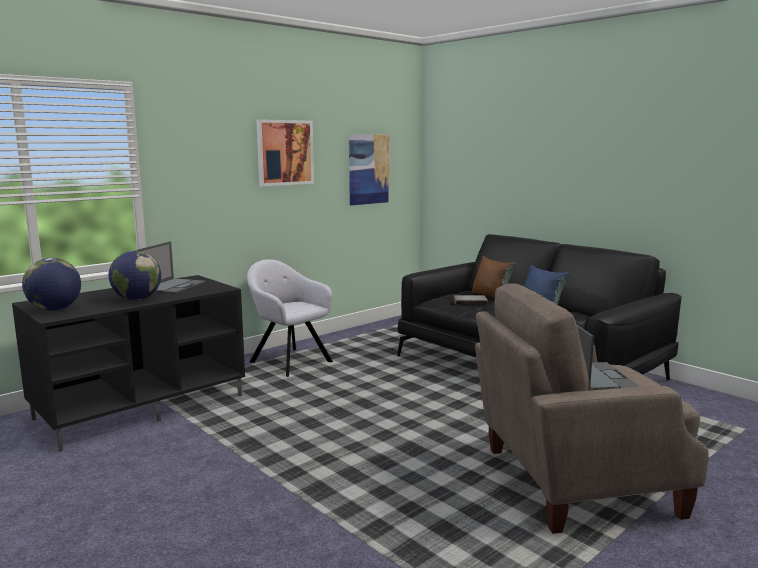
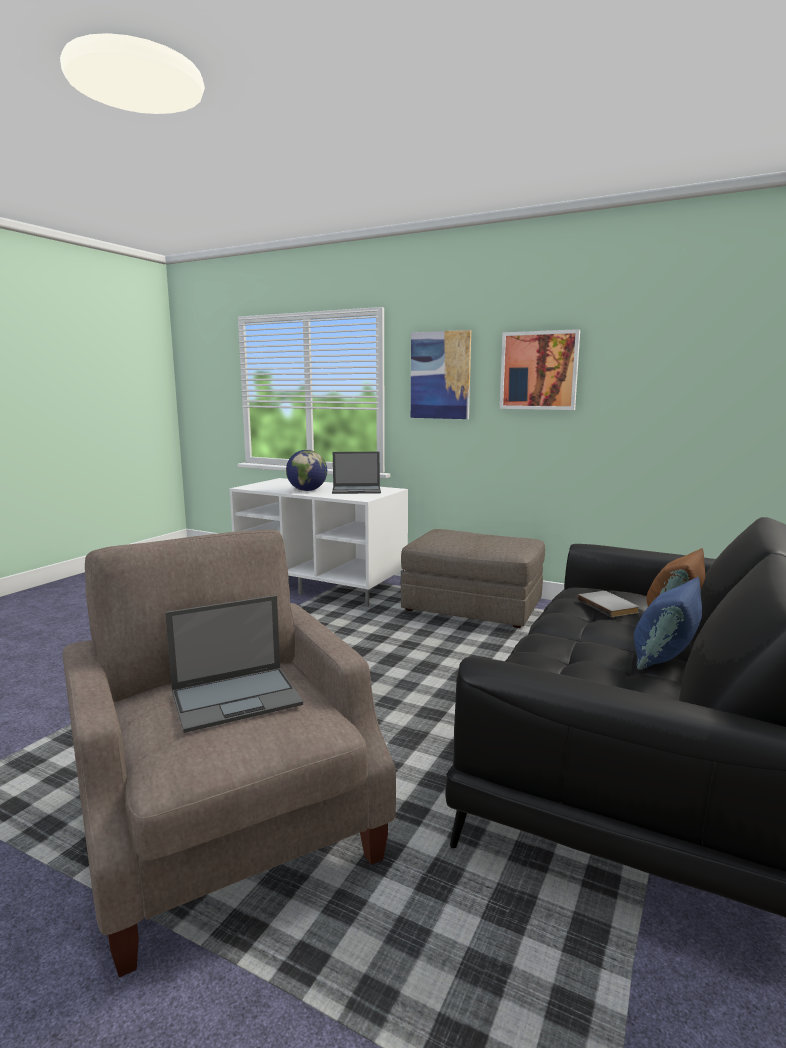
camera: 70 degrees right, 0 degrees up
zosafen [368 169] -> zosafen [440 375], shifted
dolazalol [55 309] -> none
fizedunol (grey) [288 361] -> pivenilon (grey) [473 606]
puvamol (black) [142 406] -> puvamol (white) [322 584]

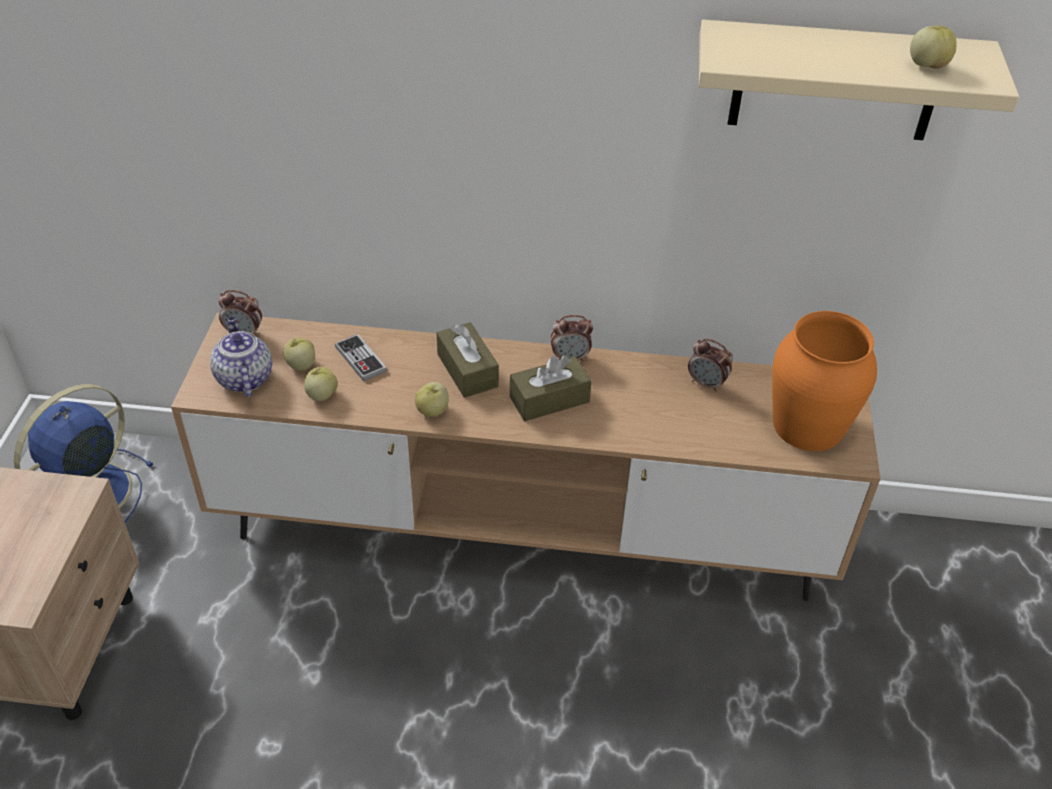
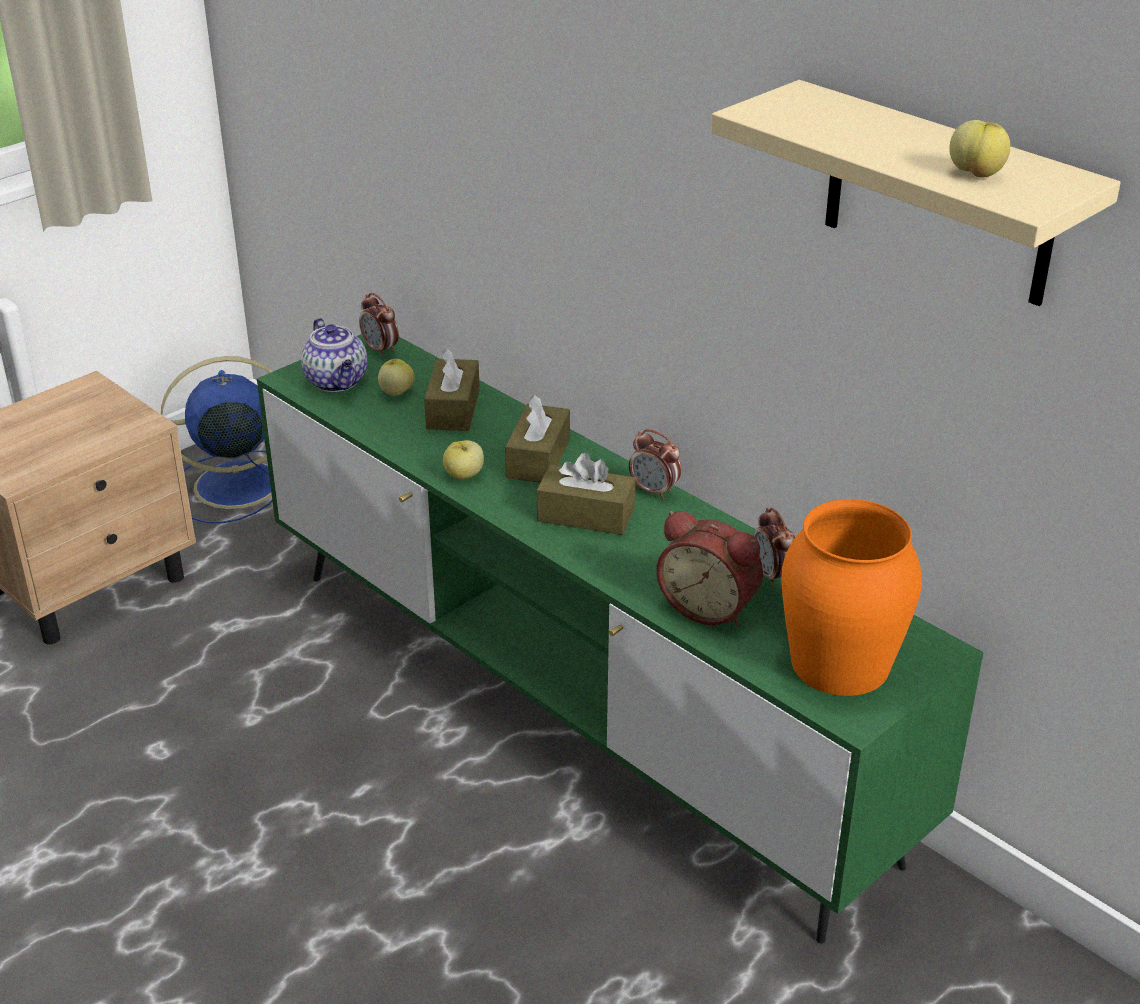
camera: 40 degrees right, 10 degrees down
puvamol (brown) [522 532] -> puvamol (green) [572 707]
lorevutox [244 378] -> lorevutox [337 382], 135 degrees clockwise
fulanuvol [360 359] -> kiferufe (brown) [453 409]
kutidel [321 395] -> none
none -> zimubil [710 607]

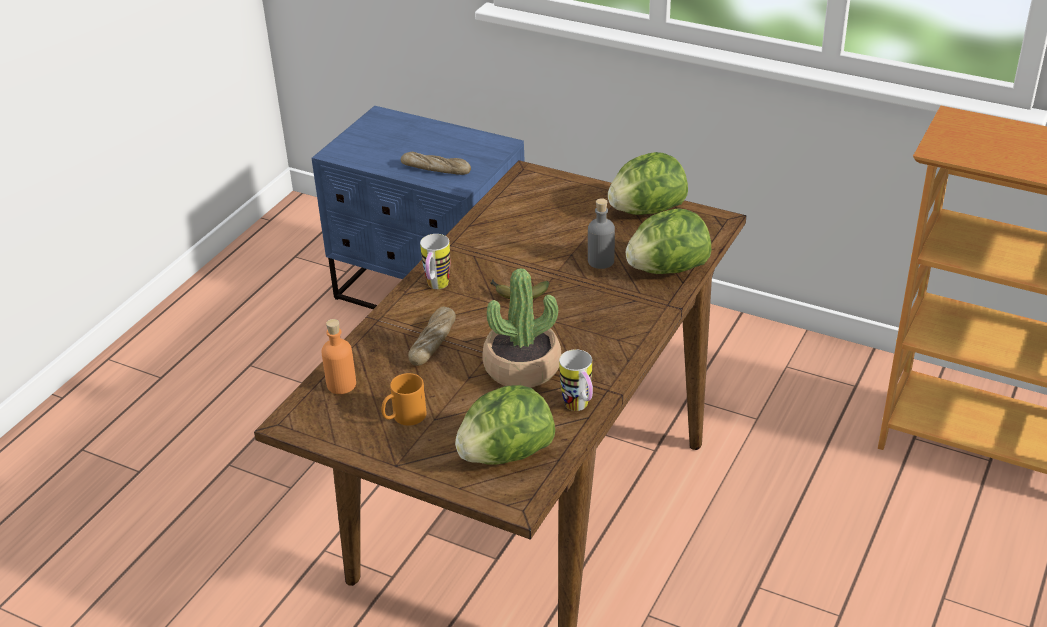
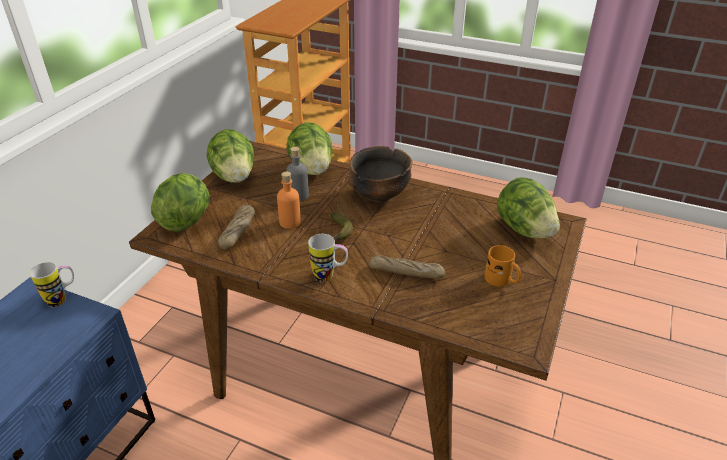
camera: 95 degrees left, 0 degrees up
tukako [436 169] -> tukako [238 231], shifted
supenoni [522 367] -> none
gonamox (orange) [341 384] -> gonamox (orange) [290 222], shifted
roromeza [579 408] -> roromeza [62 299], shifted
none -> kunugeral [379 195]
none -> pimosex [186 220]

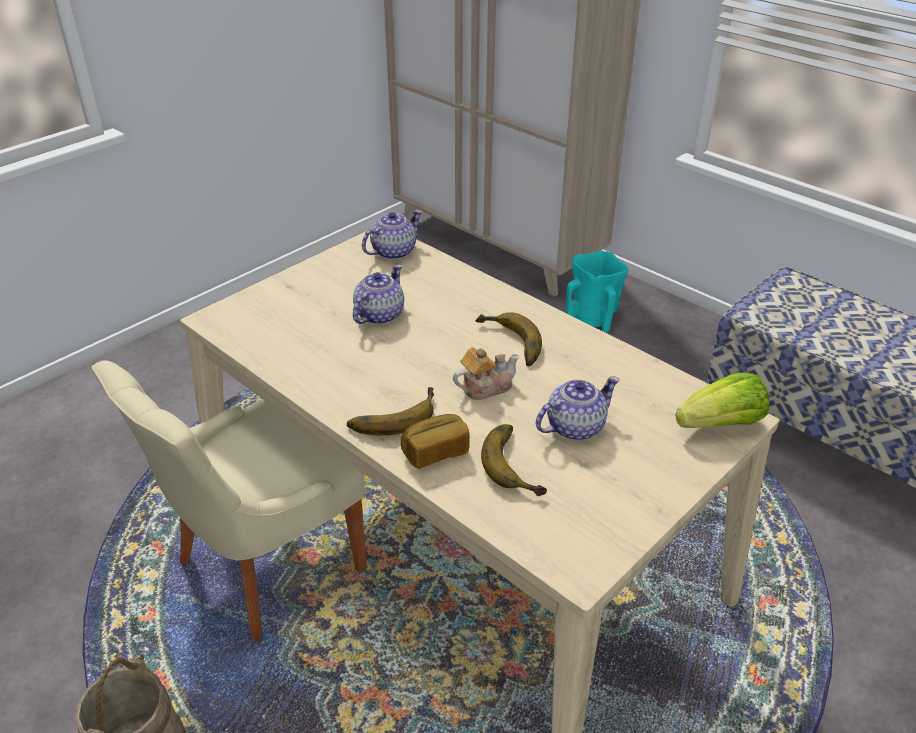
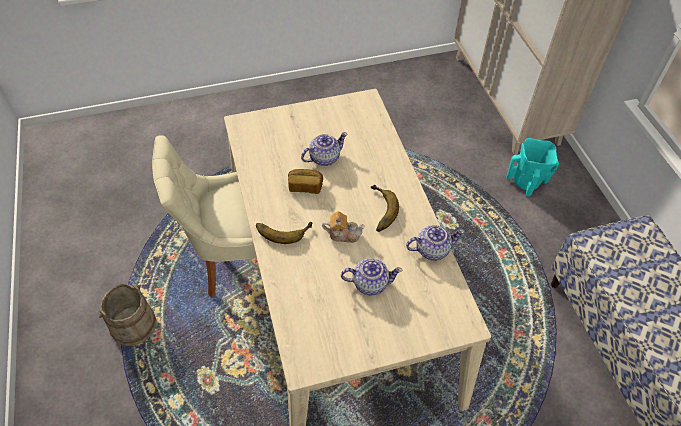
camera: 30 degrees right, 15 degrees up
lorevutox [393 252] -> lorevutox [431 249], shifted
pimosex [721 425] -> none
tukako [435 452] -> tukako [305 186], shifted
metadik [518 463] -> none

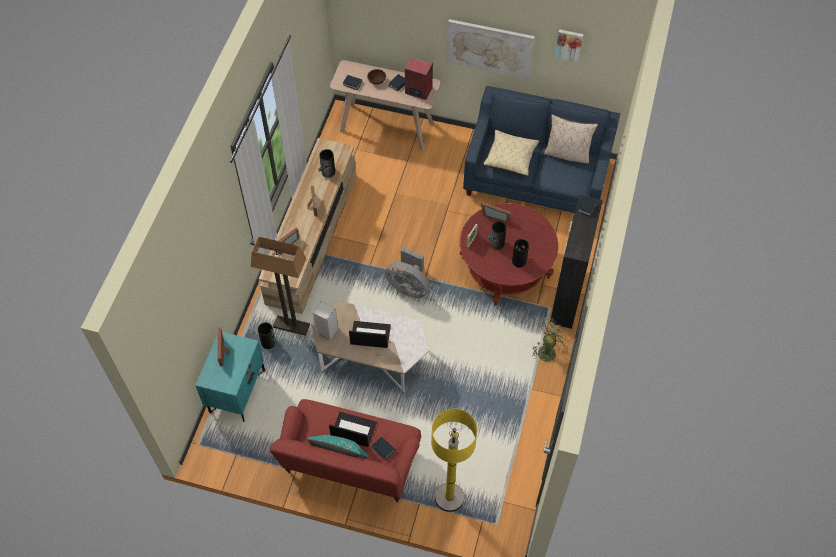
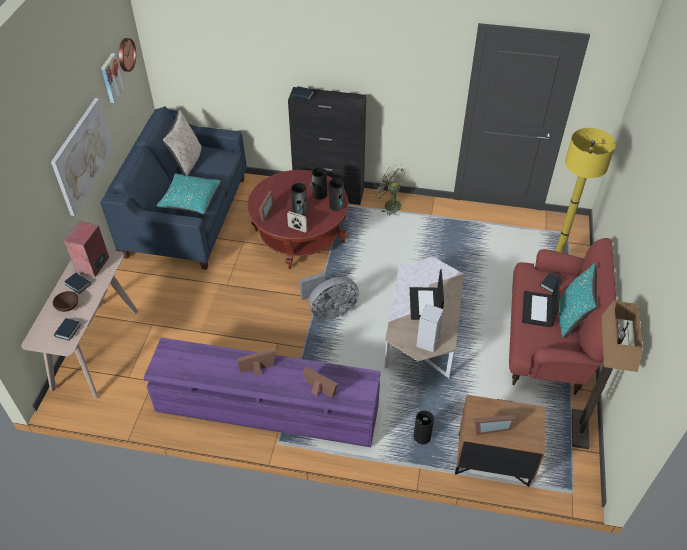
camera: 95 degrees left, 10 degrees down
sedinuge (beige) [510 158] -> sedinuge (turquoise) [191 201]
puvamol (beige) [312 238] -> puvamol (purple) [267 409]
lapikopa [328 172] -> lapikopa [336 205], shifted
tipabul [291 326] -> tipabul [580 430], shifted
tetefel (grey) [408 286] -> tetefel (grey) [329 310], 45 degrees clockwise
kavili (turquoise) [236 390] -> kavili (brown) [492 461]
none -> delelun [125 54]

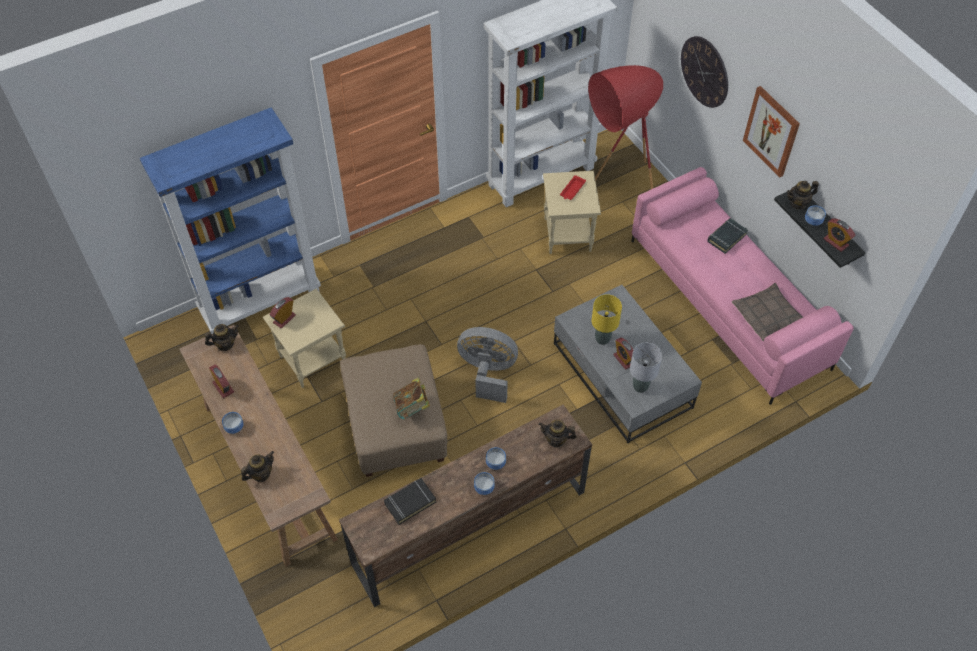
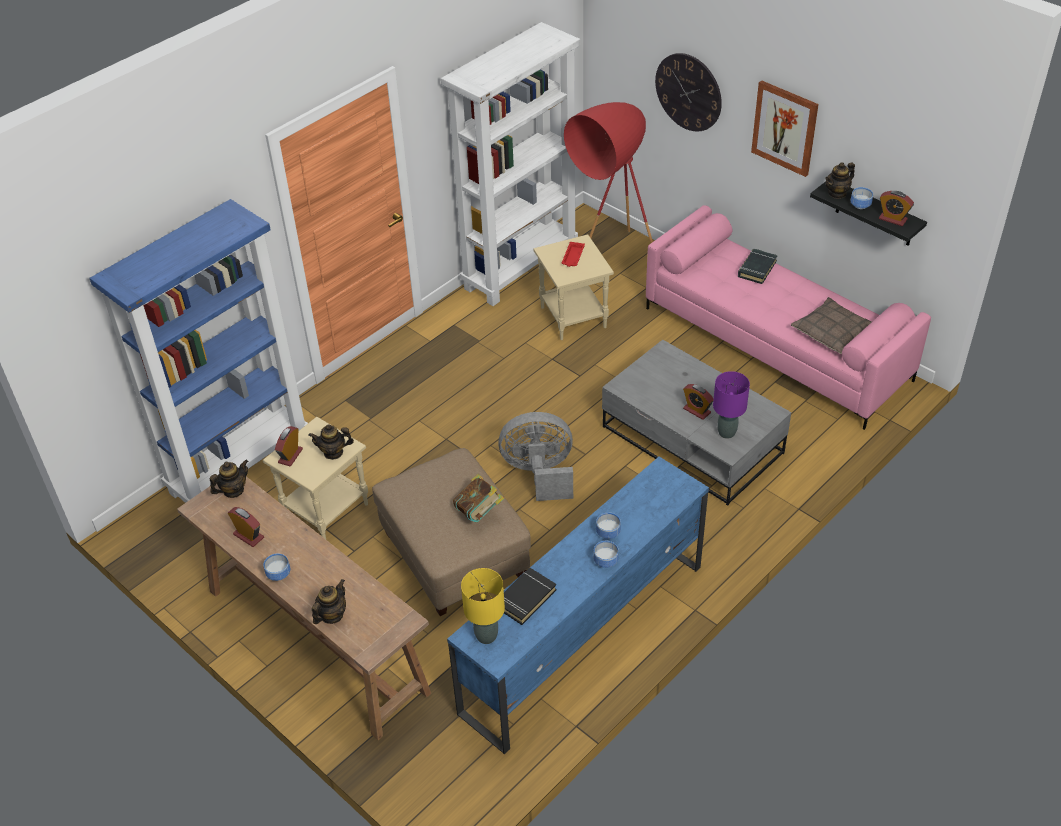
camera: 15 degrees left, 10 degrees down
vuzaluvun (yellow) [602 339] -> vuzaluvun (yellow) [486 636], shifted
vuzaluvun (grey) [640 387] -> vuzaluvun (purple) [727 432]
puvamol (brown) [468 527] -> puvamol (blue) [582 638]
lorevutox [556 440] -> lorevutox [333 452], shifted

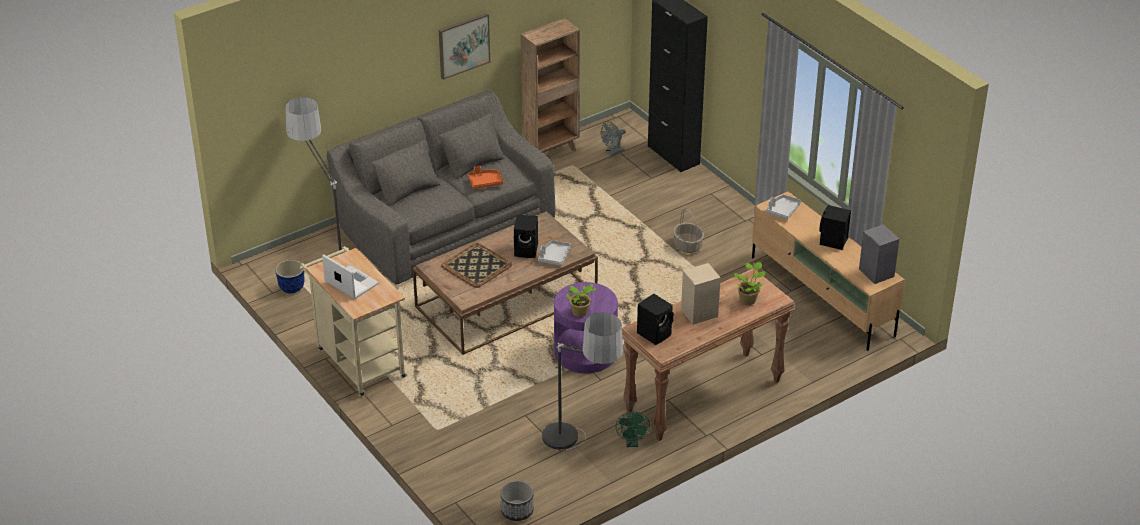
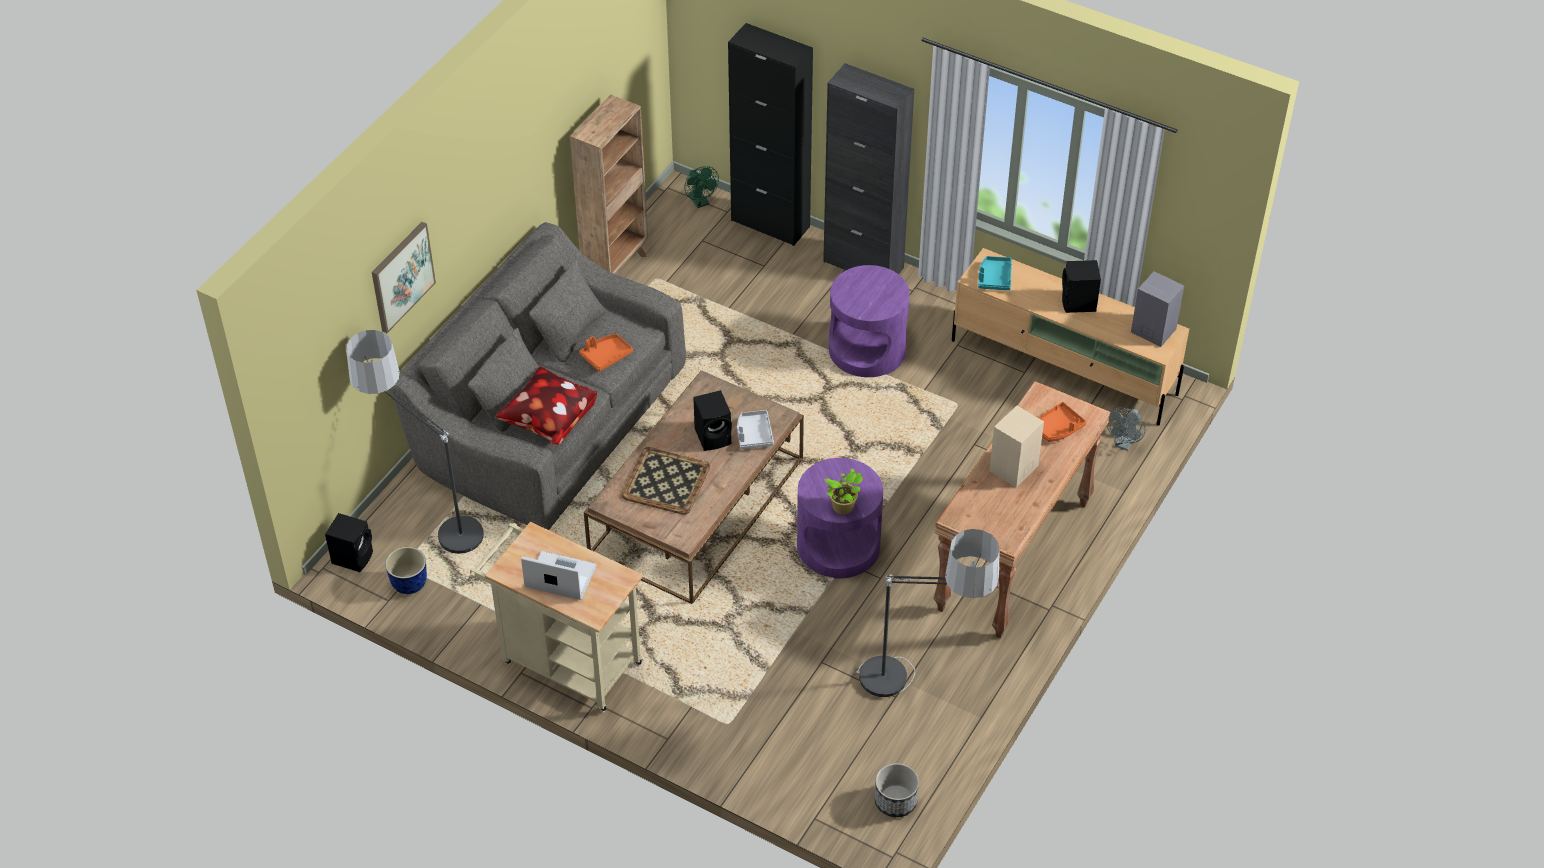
camera: 25 degrees left, 10 degrees up
zosafen [463 45] -> zosafen [401 276], shifted
tetefel (grey) [612 152] -> tetefel (grey) [1124 444], shifted
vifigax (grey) [782 210] -> vifigax (turquoise) [994 278]
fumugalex [688 246] -> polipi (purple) [867 349]
supenoni [748 299] -> vifigax (orange) [1057 428]
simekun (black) [655 333] -> simekun (black) [353 556], shifted
tetefel (green) [632 443] -> tetefel (green) [700 202], shifted
none -> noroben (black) [863 264]
none -> sedinuge [548 421]

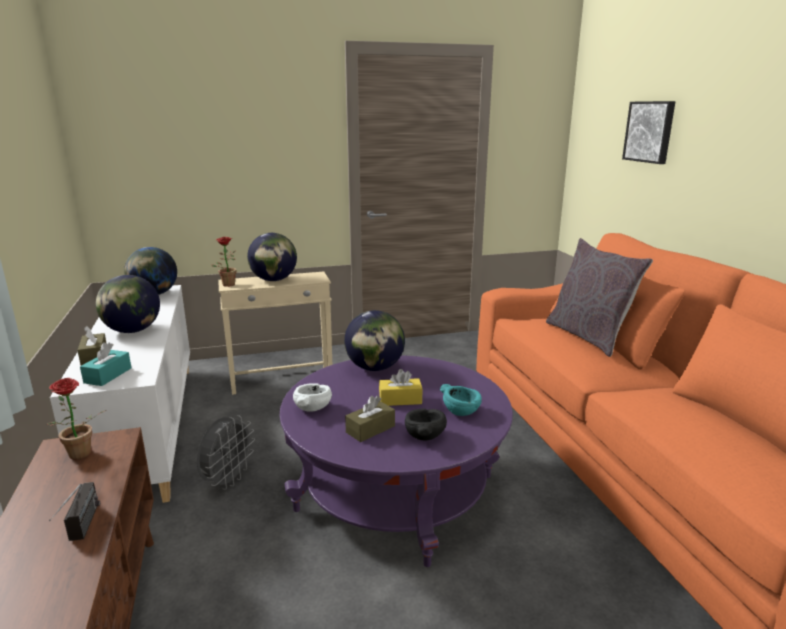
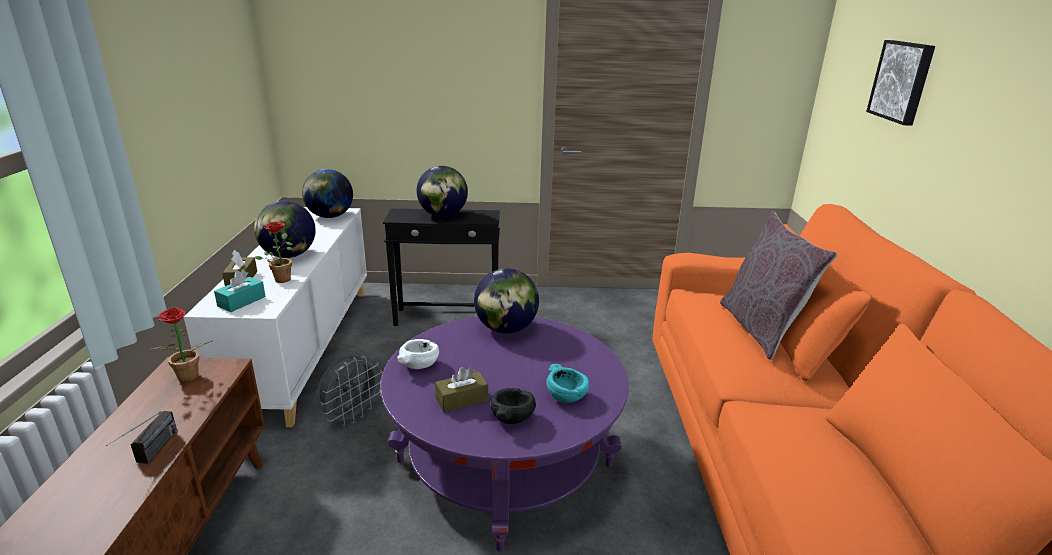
camera: 15 degrees right, 5 degrees up
supenoni [227 284] -> supenoni [282 278], shifted
polipi (beige) [282 380] -> polipi (black) [447 318]
kiferufe (yellow) [400 400] -> none

